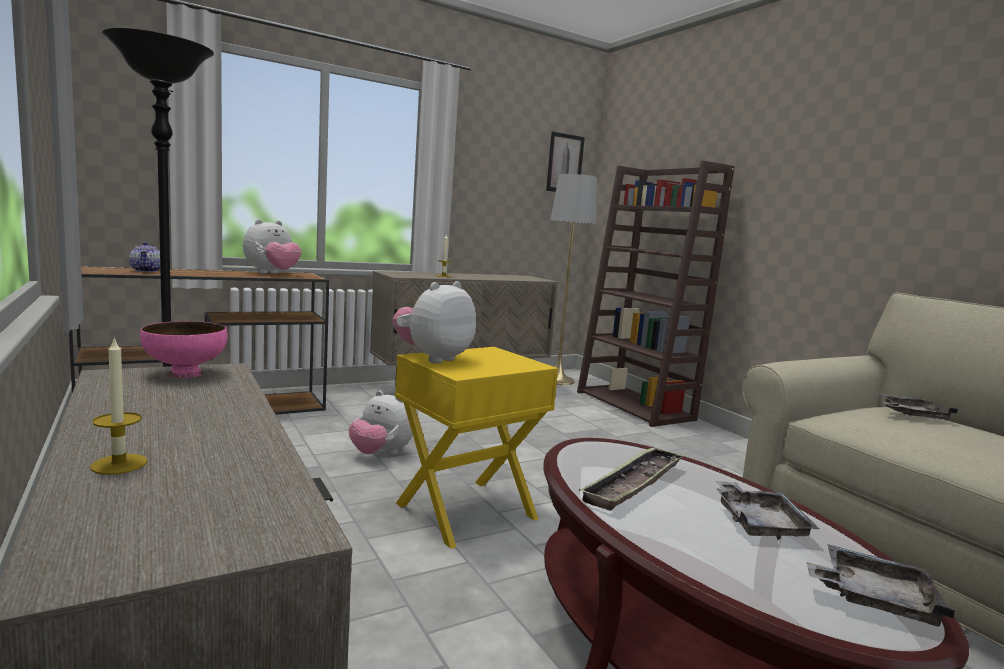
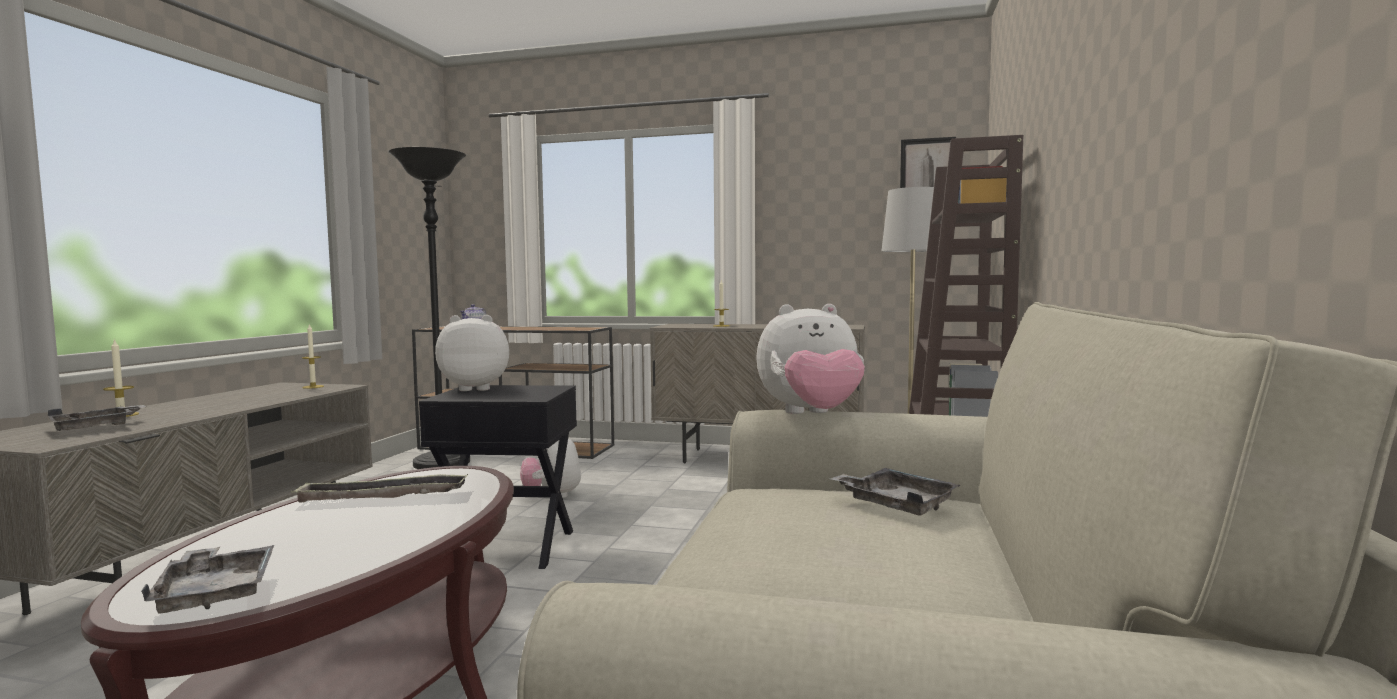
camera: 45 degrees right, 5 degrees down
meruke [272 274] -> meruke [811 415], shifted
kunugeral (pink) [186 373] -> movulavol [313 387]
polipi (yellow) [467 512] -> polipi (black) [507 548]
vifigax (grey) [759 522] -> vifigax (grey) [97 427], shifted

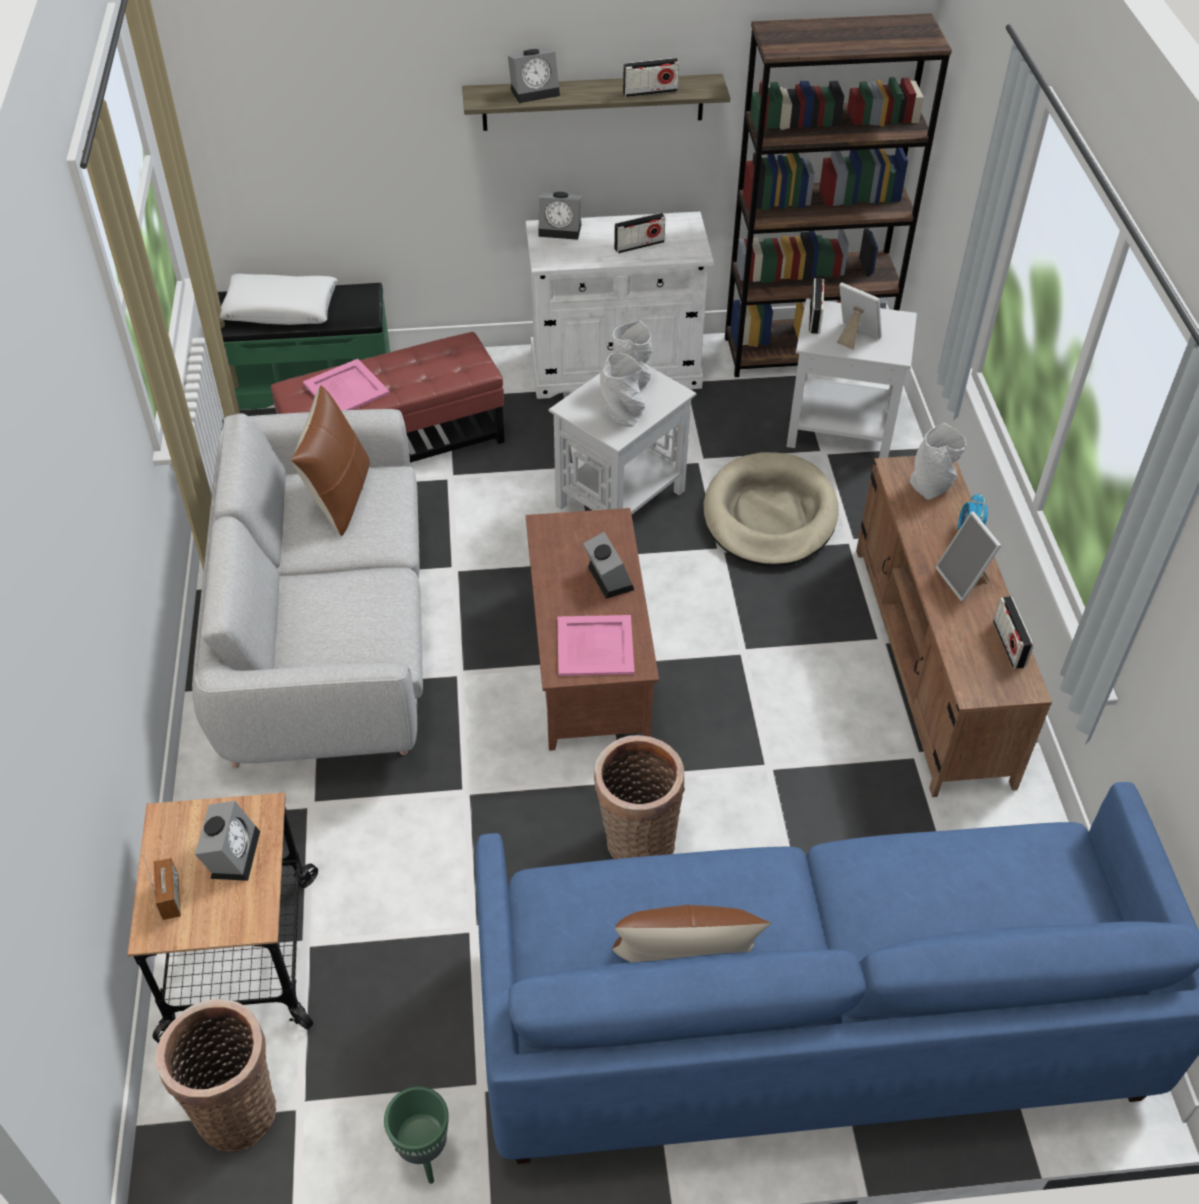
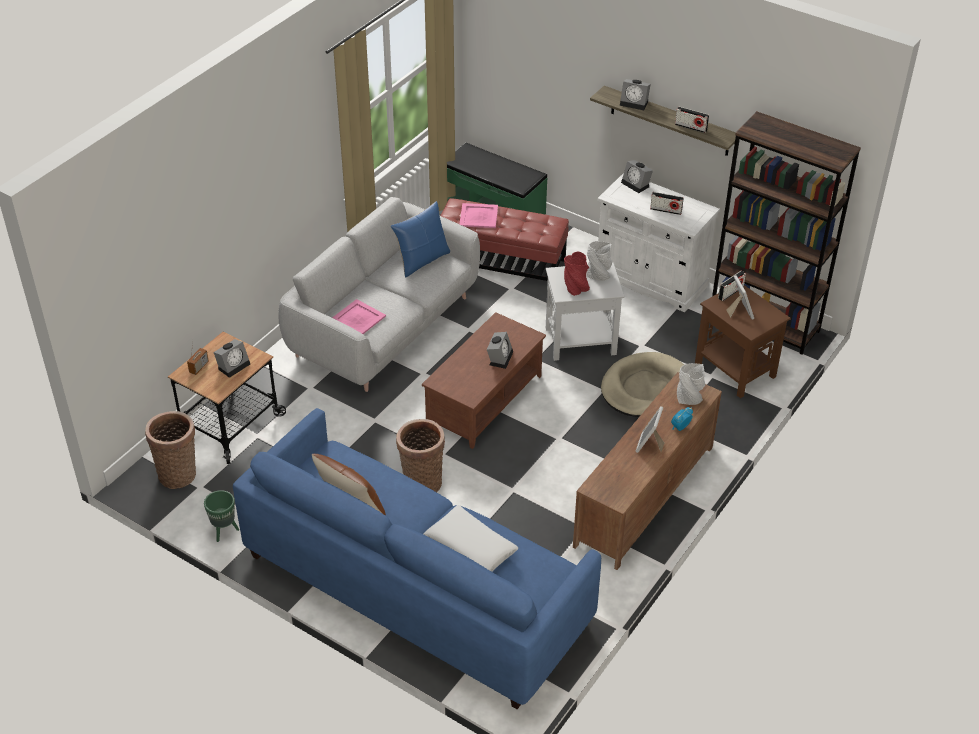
camera: 40 degrees right, 5 degrees down
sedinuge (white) [280 309] -> sedinuge (white) [471 547], shifted
polipi (white) [839 428] -> polipi (brown) [734 369]
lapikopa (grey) [622 415] -> lapikopa (red) [575 288]
sedinuge (brown) [339 497] -> sedinuge (blue) [422 260]
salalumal [1008 644] -> none
vifigax (pink) [596 645] -> vifigax (pink) [358 318], shifted

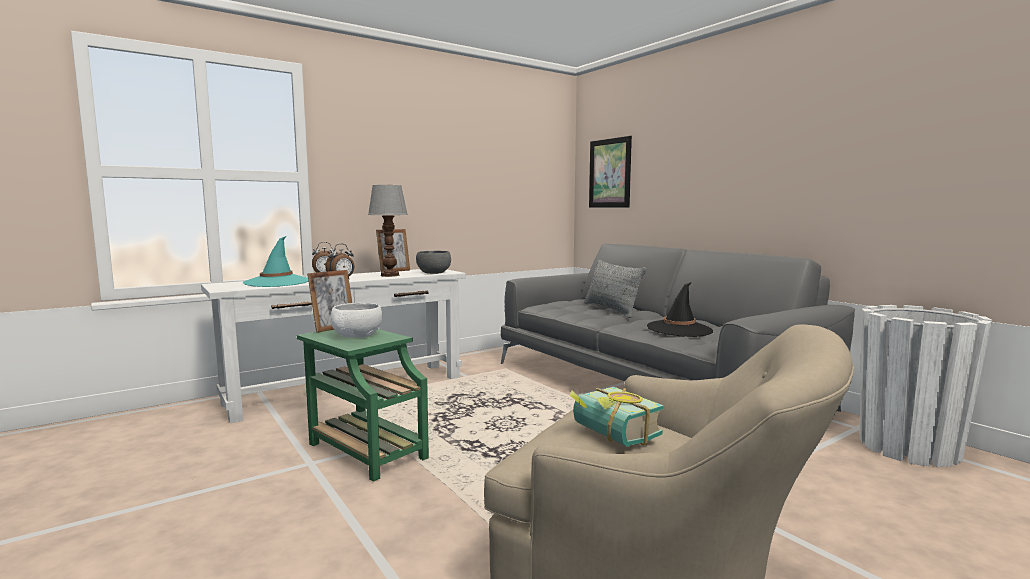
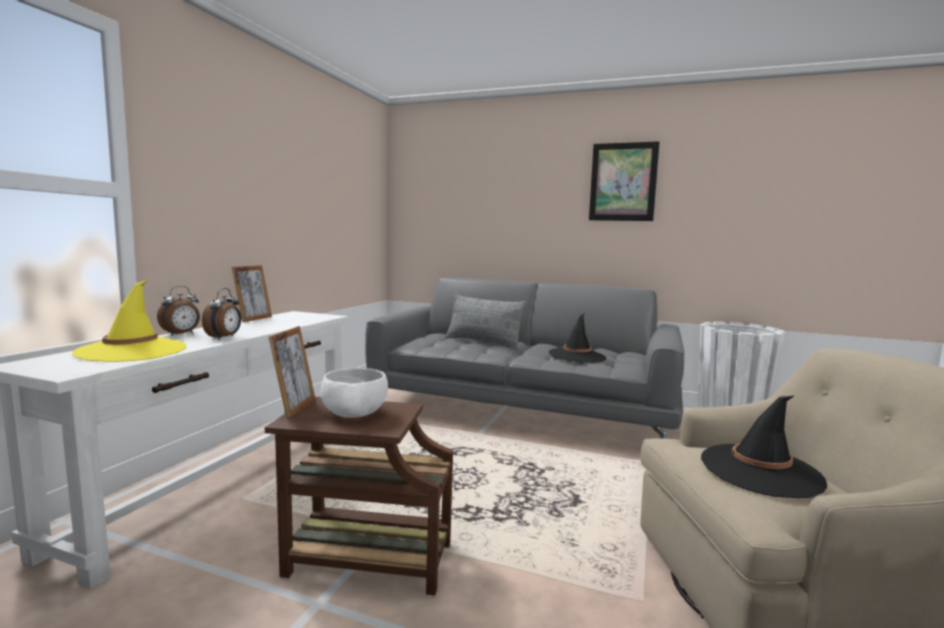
camera: 35 degrees left, 0 degrees up
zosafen [610 173] -> zosafen [623 182], shifted
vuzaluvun [389 275] -> none
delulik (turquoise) [277 282] -> delulik (yellow) [132 351]
kunugeral (grey) [434 272] -> none
polipi (green) [365 450] -> polipi (brown) [365 559]
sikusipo [610 435] -> delulik (black) [760 471]

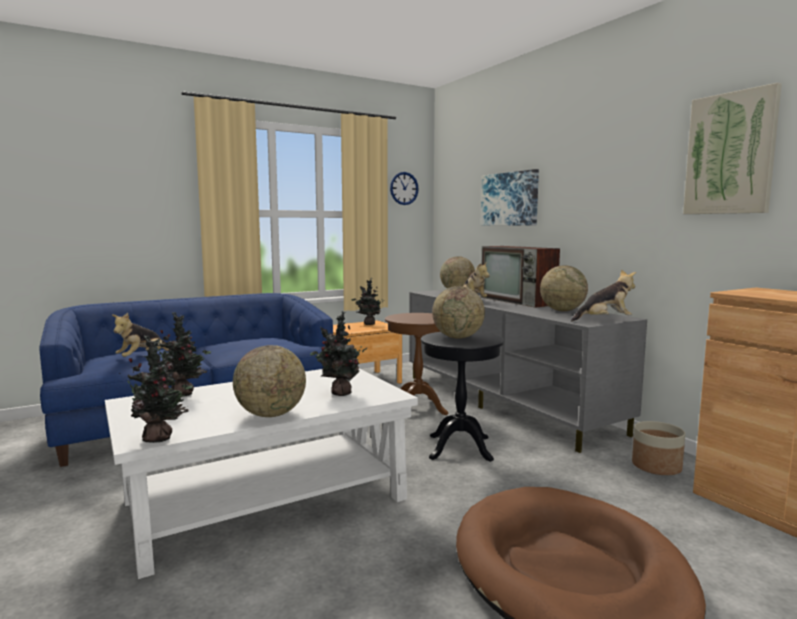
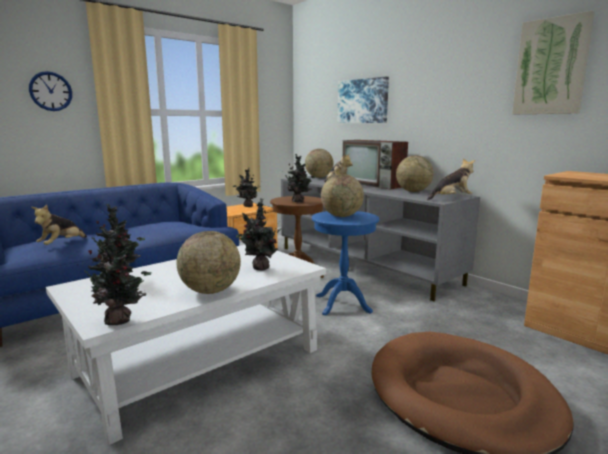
camera: 10 degrees left, 5 degrees up
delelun [404 188] -> delelun [50 91], shifted
polipi (black) [460 447] -> polipi (blue) [343 304]
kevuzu [657 466] -> none
none -> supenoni [299 201]

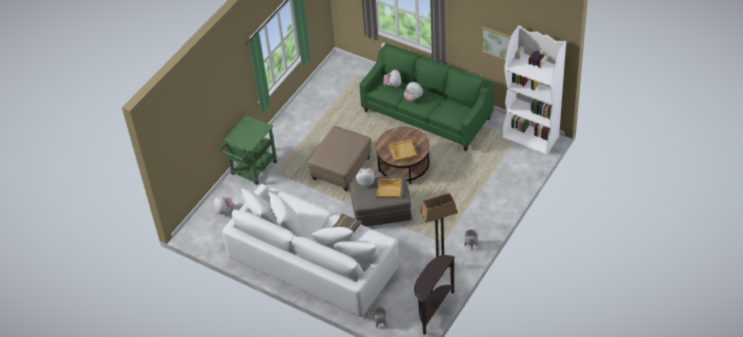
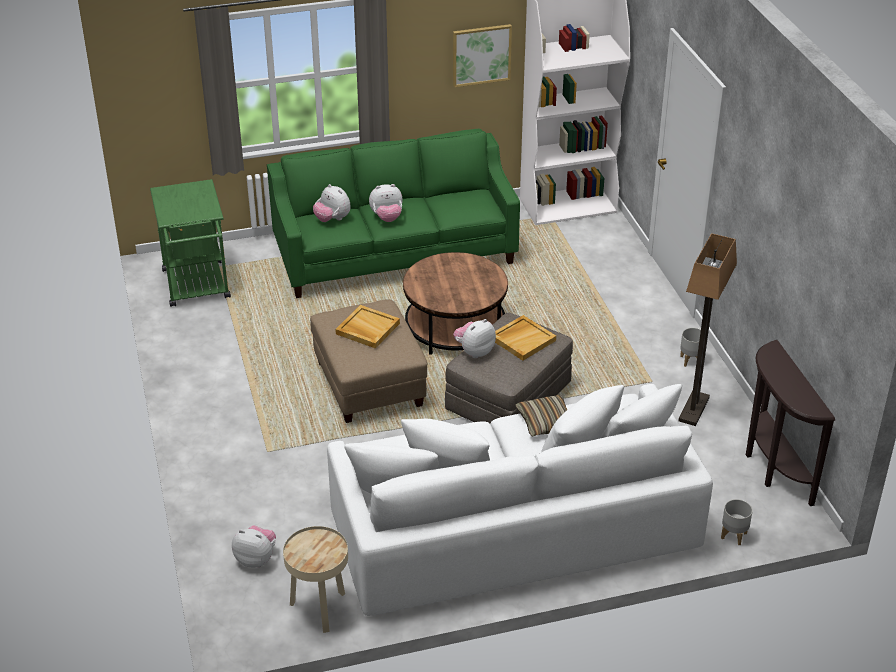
camera: 50 degrees left, 10 degrees down
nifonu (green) [251 170] -> nifonu (green) [197 288], shifted
vifigax (beige) [402 151] -> vifigax (beige) [367 329], shifted
none -> polipi (beige) [319 609]

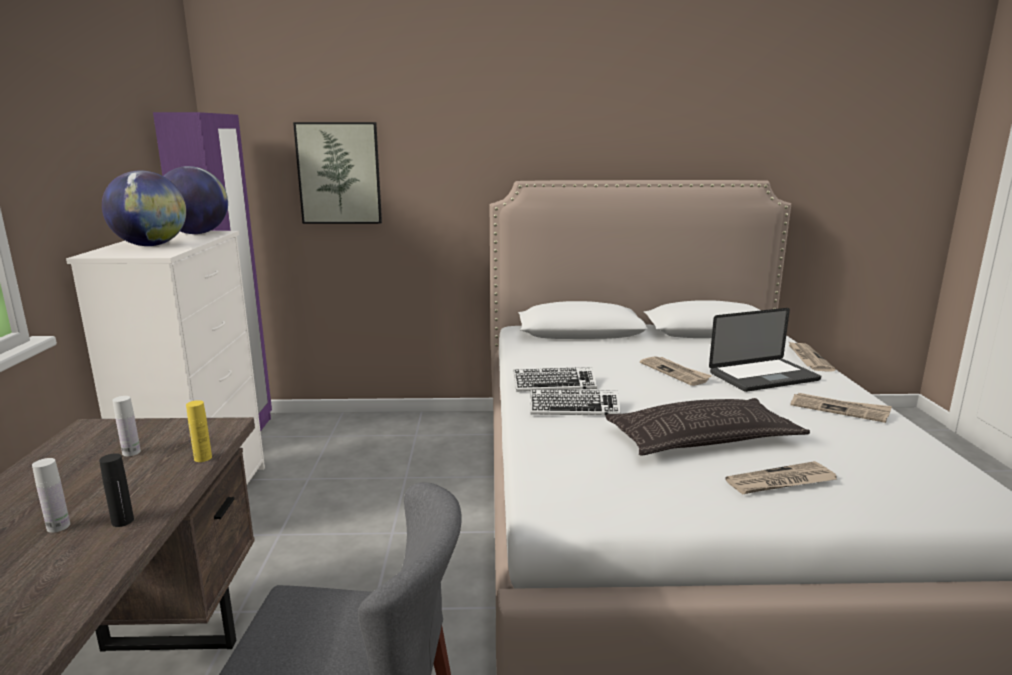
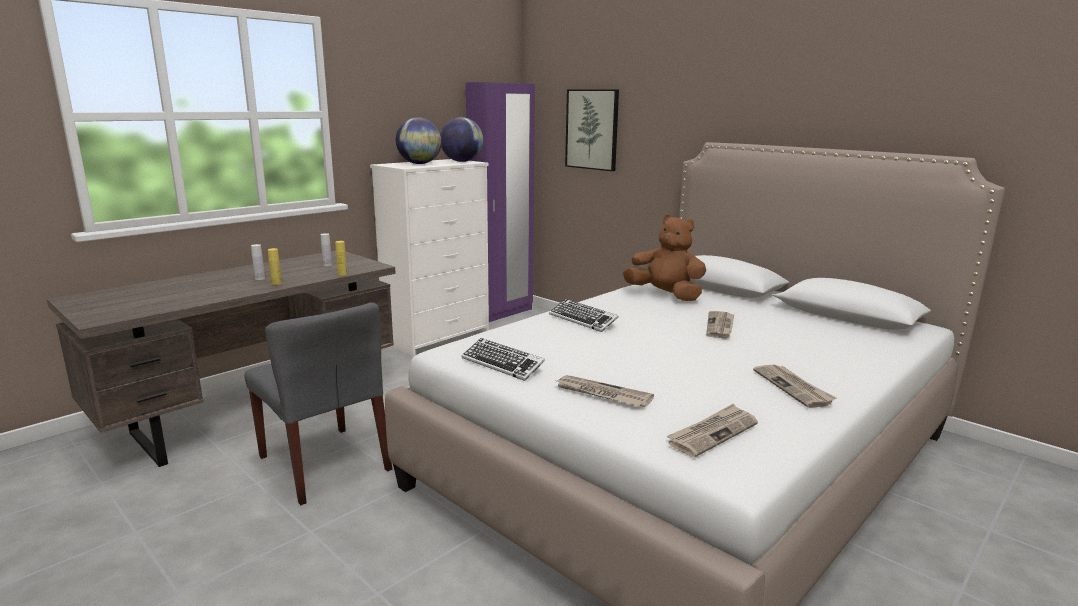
camera: 45 degrees right, 0 degrees up
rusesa [763 377] -> none
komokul [807 358] -> komokul [712 433], shifted
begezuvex [554 385] -> begezuvex [502 364], shifted
sedinuge [702 439] -> none
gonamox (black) [122 521] -> gonamox (yellow) [276 283]
none -> meruke (brown) [665 295]

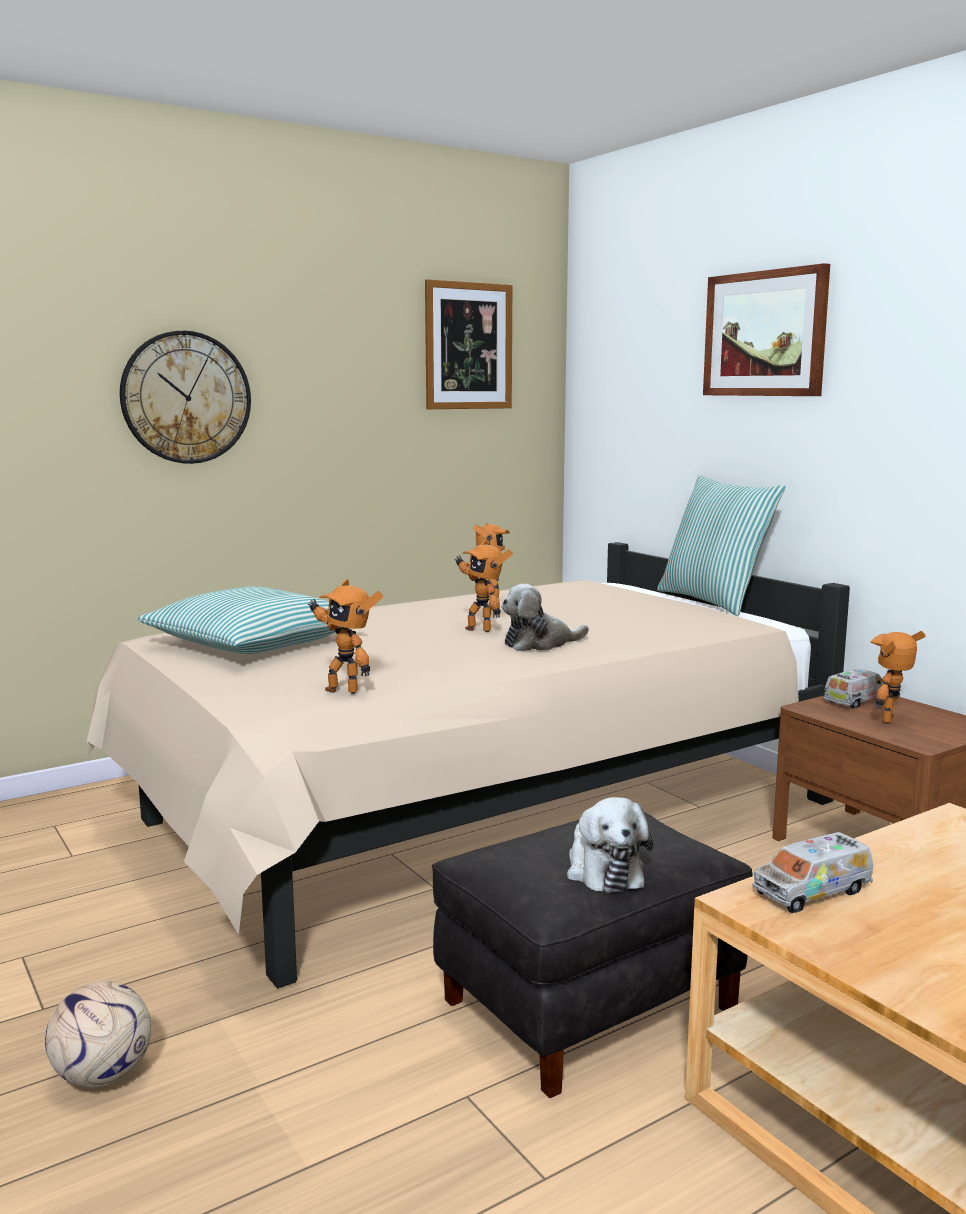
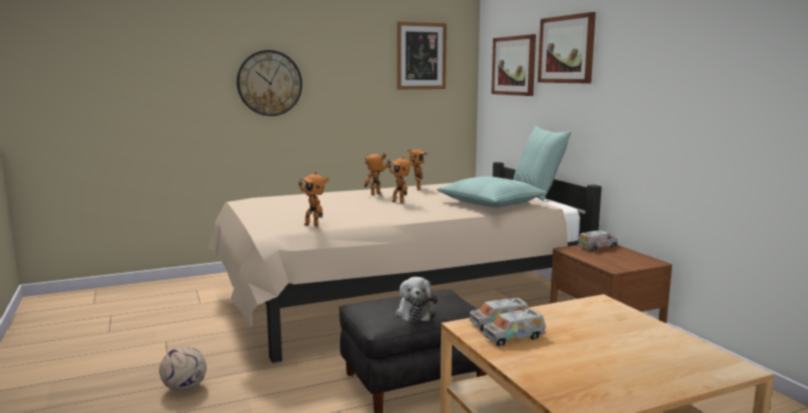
camera: 10 degrees right, 0 degrees up
meruke [539 644] -> none
sedinuge [252 643] -> sedinuge [490 203], shifted
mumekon [893 720] -> mumekon [377 195], shifted
none -> zosafen [514 66]
none -> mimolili [513 337]

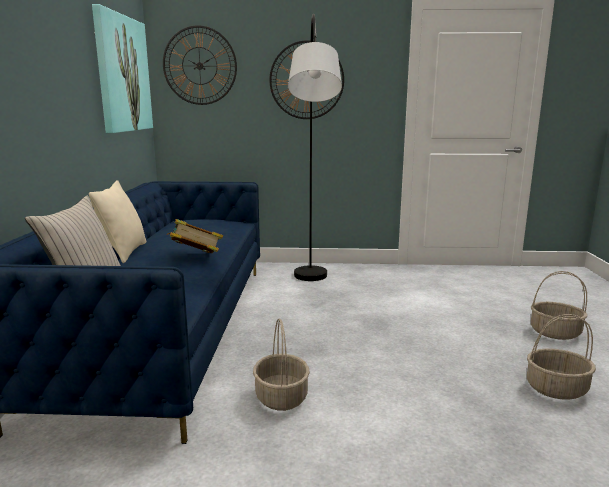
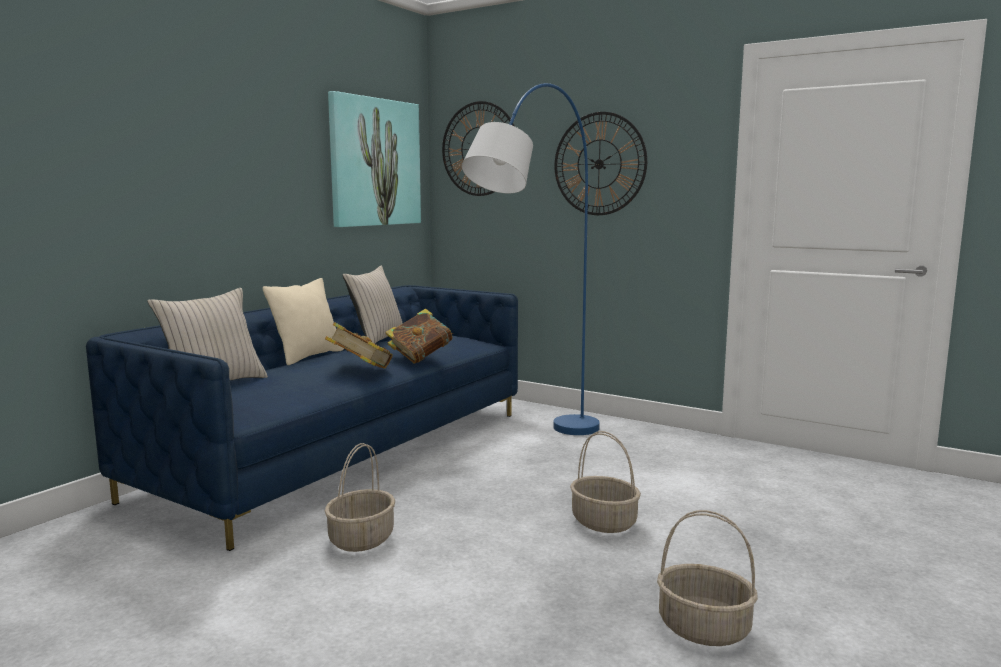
camera: 30 degrees right, 5 degrees down
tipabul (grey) [312 299] -> tipabul (blue) [537 454]
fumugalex [555 332] -> fumugalex [604 522], shifted
none -> sedinuge (beige) [377 340]
none -> sikusipo [420 358]

